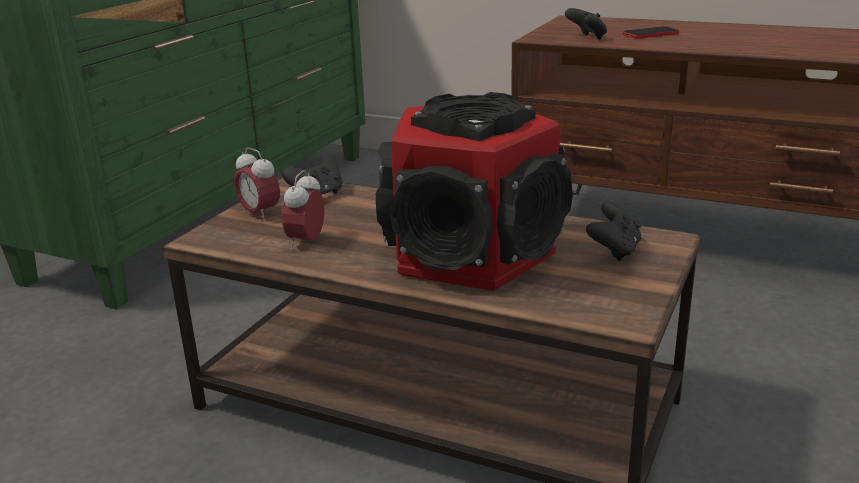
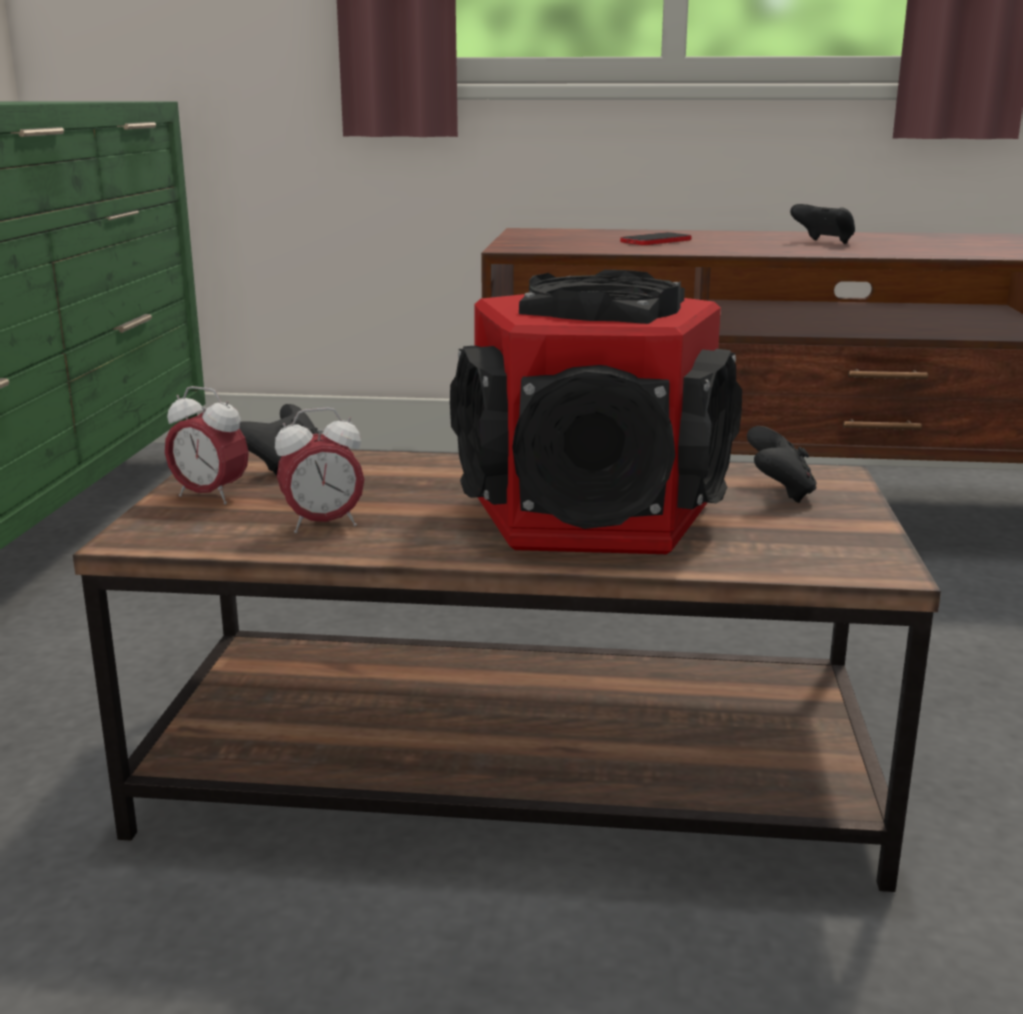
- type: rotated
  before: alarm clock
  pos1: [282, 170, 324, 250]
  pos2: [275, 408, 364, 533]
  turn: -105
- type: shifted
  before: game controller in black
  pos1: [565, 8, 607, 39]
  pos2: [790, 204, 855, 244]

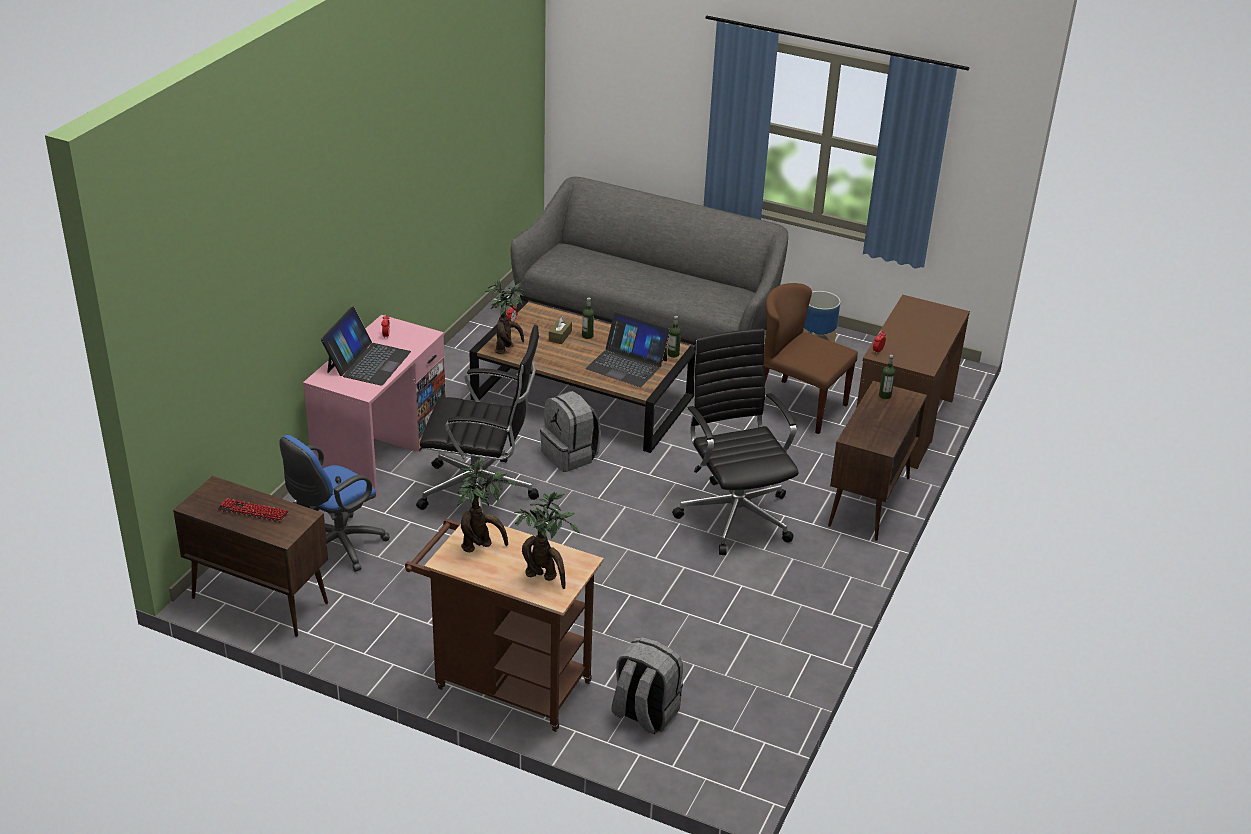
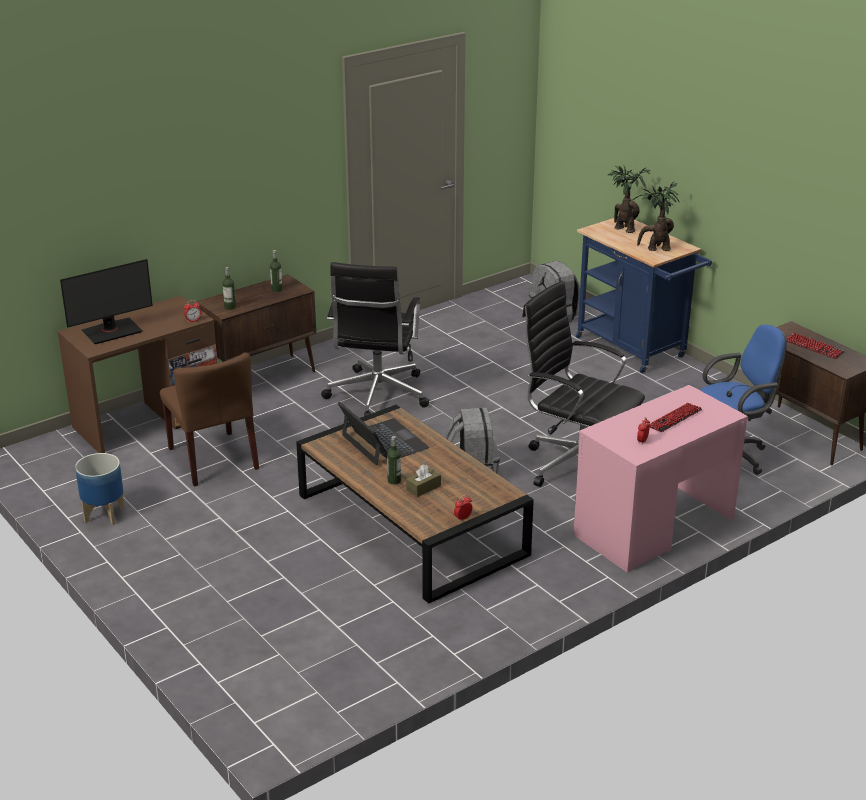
- type: swapped
  before: laptop
  after: keyboard
  pos1: [321, 306, 411, 385]
  pos2: [649, 403, 702, 432]
- type: repainted
  before: cart in brown
  after: cart in blue
  pos1: [405, 519, 604, 732]
  pos2: [576, 218, 712, 373]
- type: gone
  before: potted plant
  pos1: [486, 279, 525, 354]
- type: gone
  before: sofa in grey
  pos1: [511, 177, 788, 345]
- type: shifted
  before: bottle
  pos1: [668, 316, 681, 358]
  pos2: [270, 250, 283, 292]
- type: new
  after: monitor
  pos2: [60, 259, 153, 344]

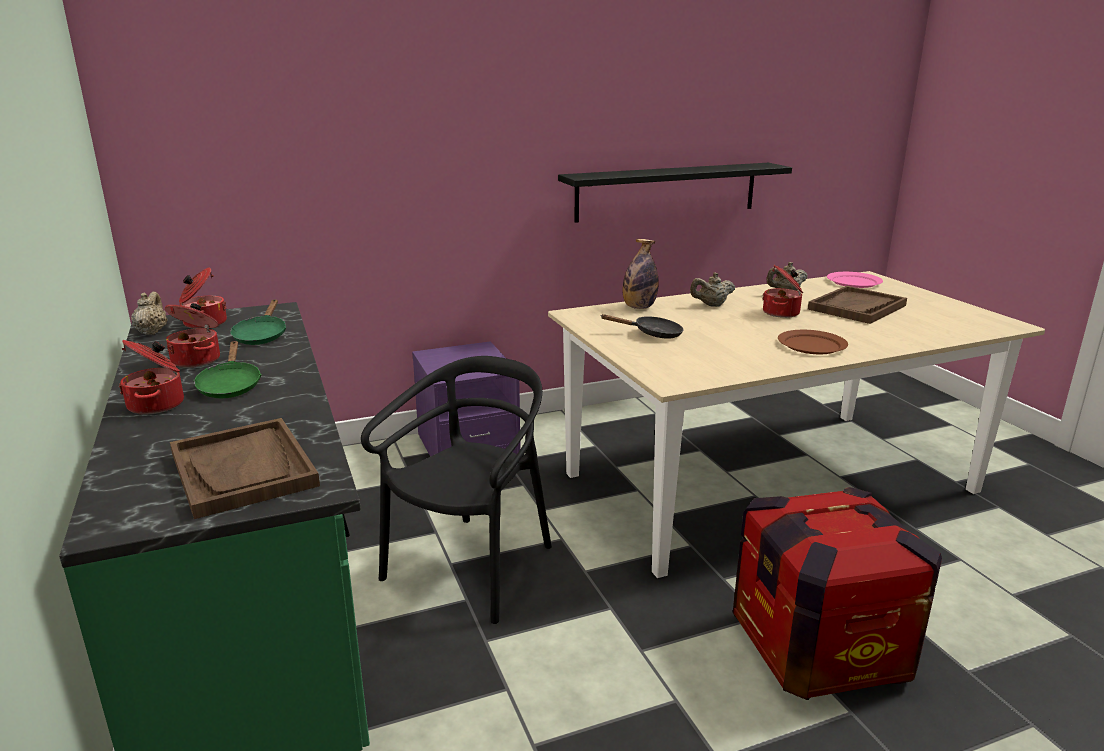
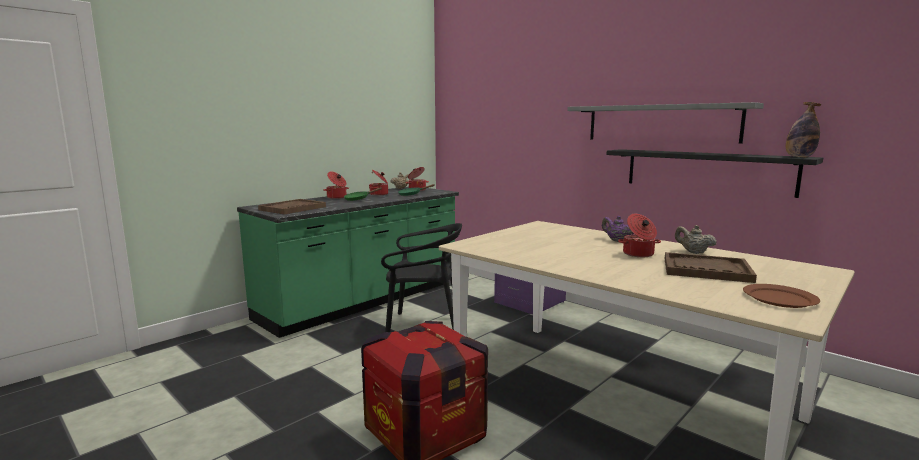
- type: gone
  before: frying pan in black
  pos1: [601, 314, 684, 339]
- type: shifted
  before: bottle
  pos1: [623, 239, 659, 309]
  pos2: [786, 102, 821, 157]
- type: repainted
  before: teapot in beige
  after: teapot in purple
  pos1: [690, 272, 735, 307]
  pos2: [602, 216, 634, 242]
- type: shifted
  before: plate in brown
  pos1: [778, 330, 848, 354]
  pos2: [743, 284, 820, 308]
- type: gone
  before: plate in pink
  pos1: [827, 272, 883, 288]
- type: new
  after: shelf in grey
  pos2: [567, 102, 764, 144]

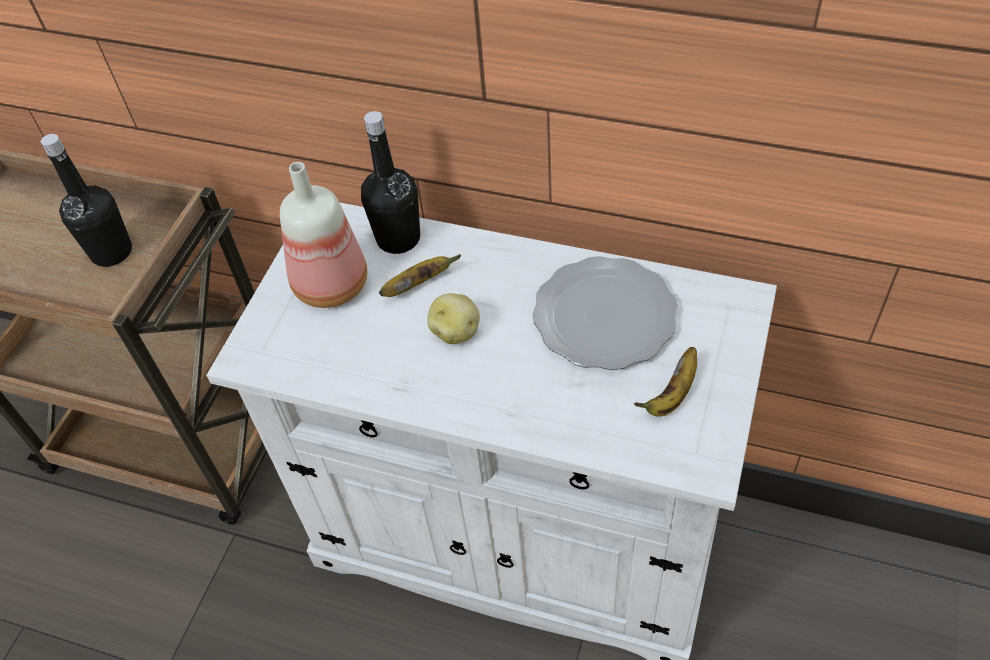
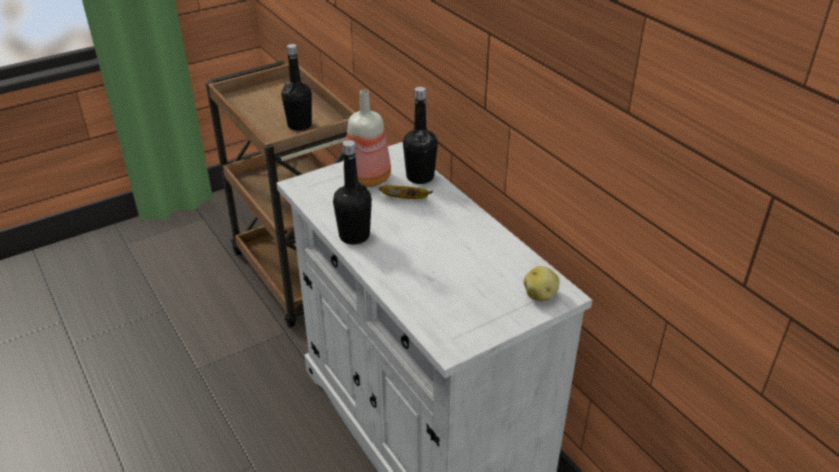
- type: shifted
  before: potato
  pos1: [427, 293, 480, 344]
  pos2: [524, 266, 559, 301]
- type: gone
  before: plate
  pos1: [533, 256, 678, 370]
- type: gone
  before: banana
  pos1: [634, 347, 697, 417]
- type: new
  after: bottle in black
  pos2: [333, 140, 372, 245]

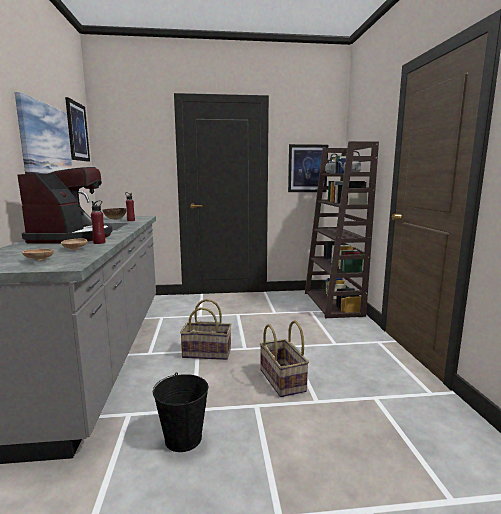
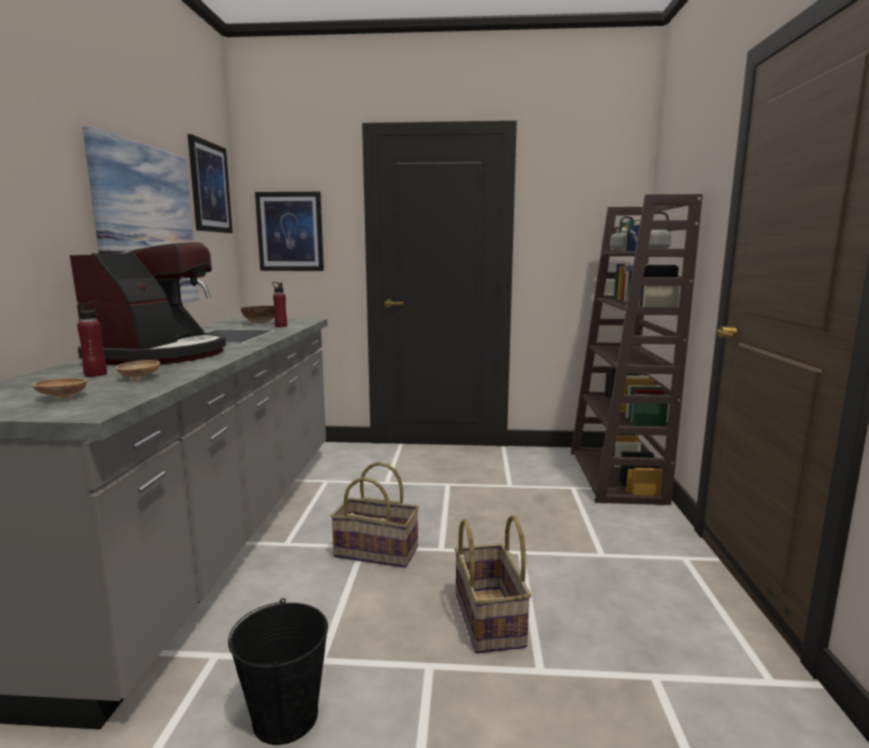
- type: shifted
  before: bottle in red
  pos1: [91, 200, 105, 244]
  pos2: [77, 301, 107, 377]
- type: shifted
  before: picture
  pos1: [288, 144, 328, 192]
  pos2: [255, 192, 324, 271]

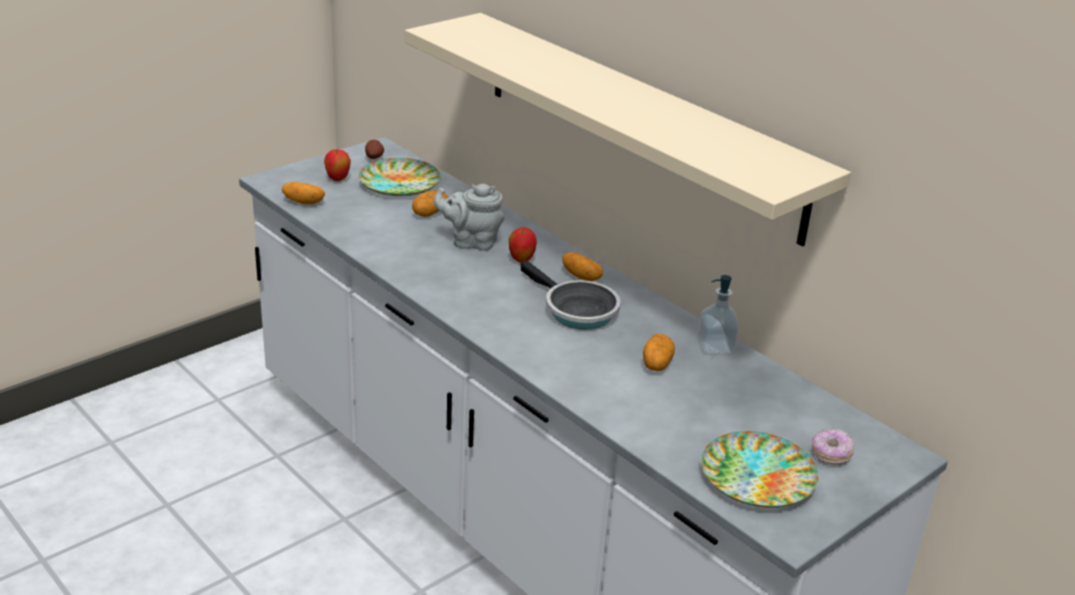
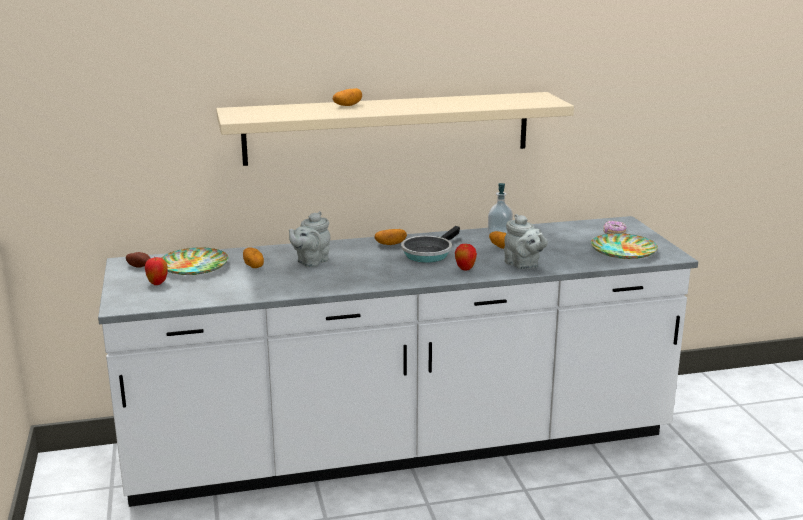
- type: shifted
  before: potato
  pos1: [282, 182, 325, 204]
  pos2: [333, 88, 362, 106]
- type: shifted
  before: apple
  pos1: [509, 227, 537, 263]
  pos2: [455, 244, 477, 270]
- type: rotated
  before: frying pan
  pos1: [521, 260, 621, 330]
  pos2: [401, 226, 460, 263]
  turn: 135
- type: new
  after: teapot in grey
  pos2: [504, 214, 548, 269]

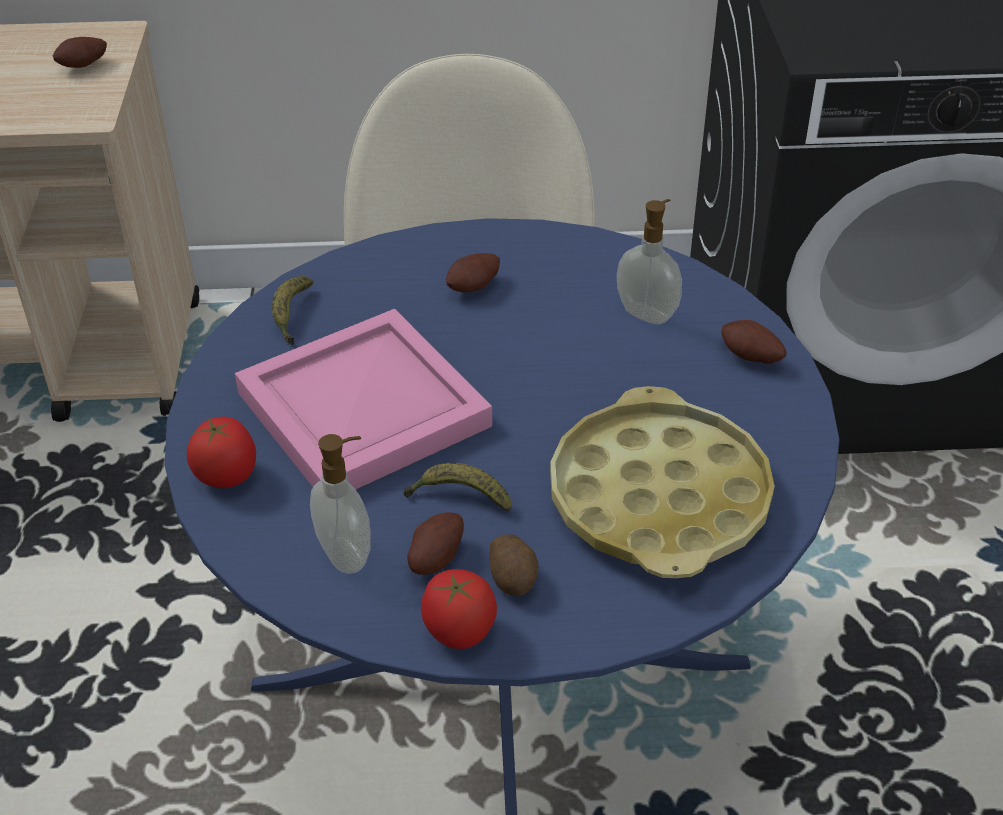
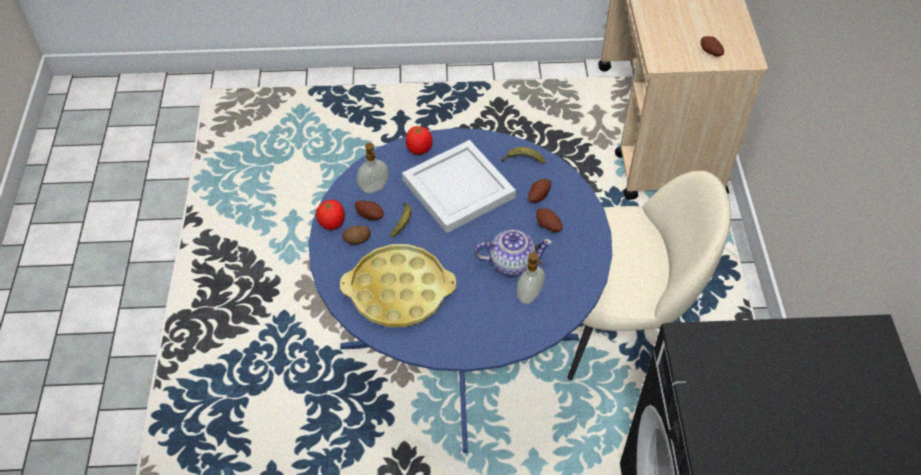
- type: repainted
  before: tray in pink
  after: tray in white
  pos1: [235, 309, 492, 490]
  pos2: [402, 140, 516, 233]
- type: shifted
  before: potato
  pos1: [721, 320, 787, 364]
  pos2: [528, 179, 551, 203]
- type: new
  after: teapot
  pos2: [475, 230, 552, 276]

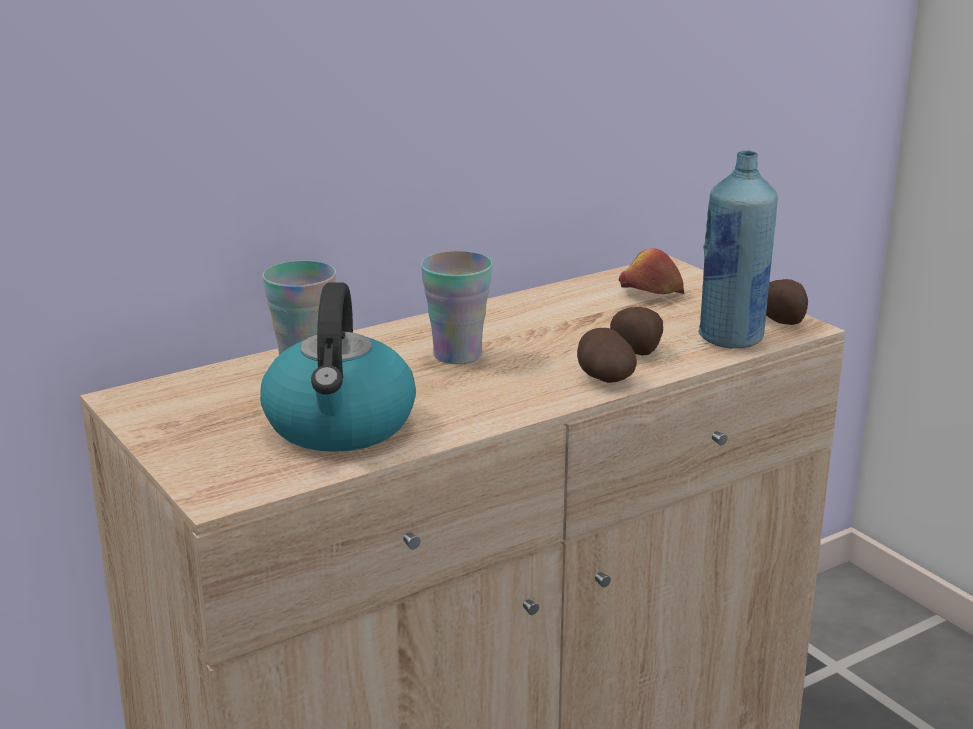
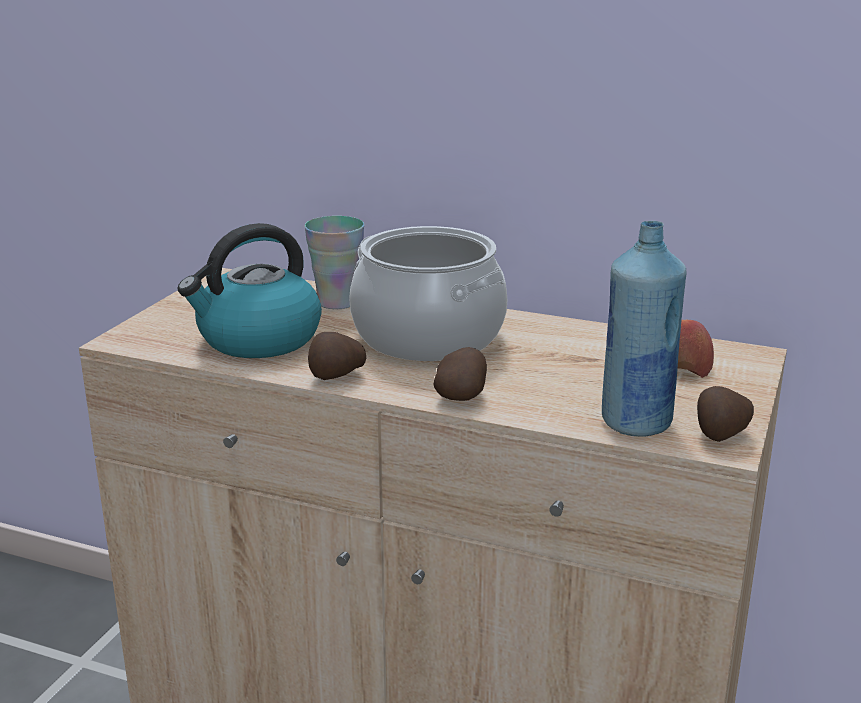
- type: swapped
  before: cup
  after: cooking pot
  pos1: [421, 251, 493, 364]
  pos2: [349, 226, 507, 361]
- type: shifted
  before: potato
  pos1: [610, 307, 663, 356]
  pos2: [308, 332, 366, 380]

